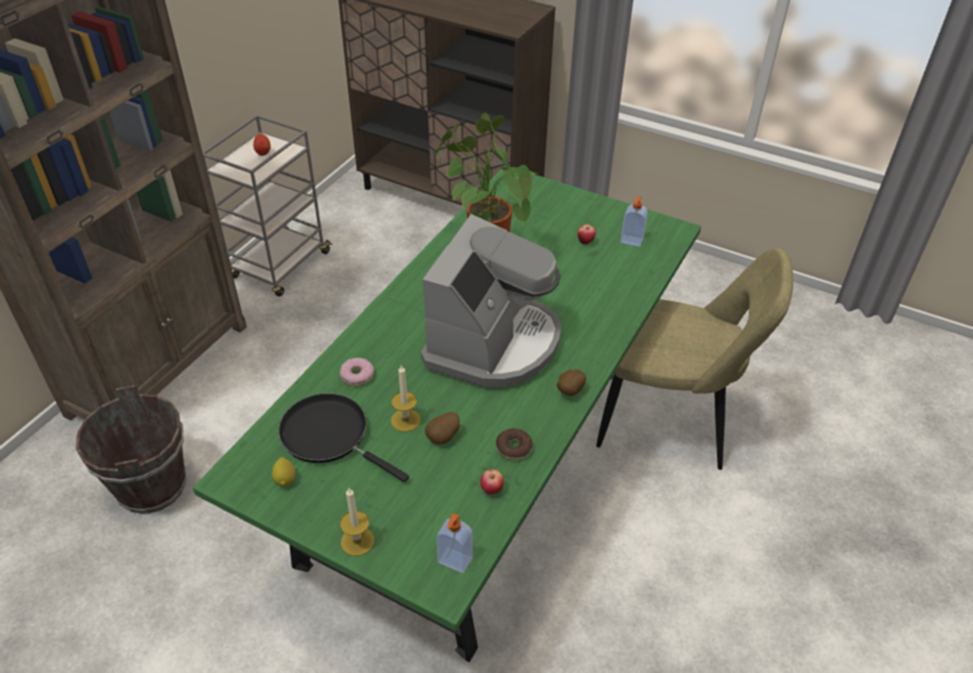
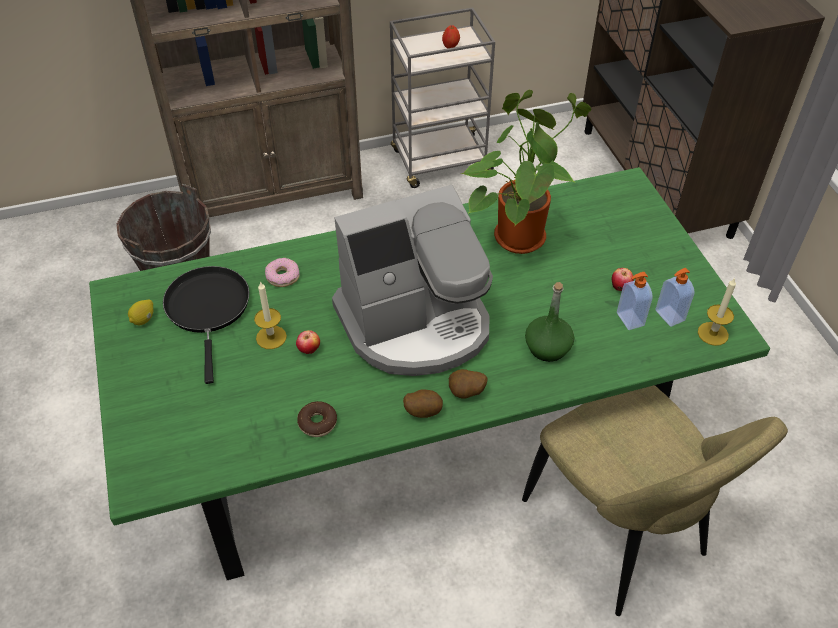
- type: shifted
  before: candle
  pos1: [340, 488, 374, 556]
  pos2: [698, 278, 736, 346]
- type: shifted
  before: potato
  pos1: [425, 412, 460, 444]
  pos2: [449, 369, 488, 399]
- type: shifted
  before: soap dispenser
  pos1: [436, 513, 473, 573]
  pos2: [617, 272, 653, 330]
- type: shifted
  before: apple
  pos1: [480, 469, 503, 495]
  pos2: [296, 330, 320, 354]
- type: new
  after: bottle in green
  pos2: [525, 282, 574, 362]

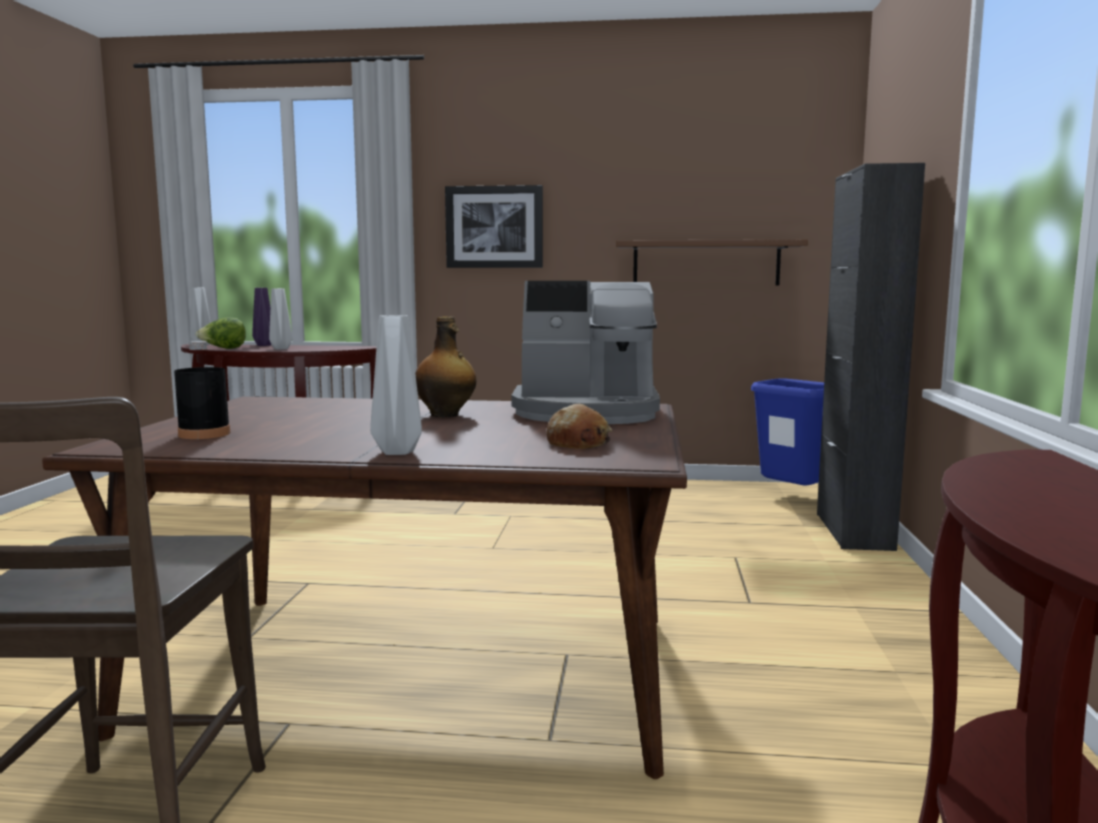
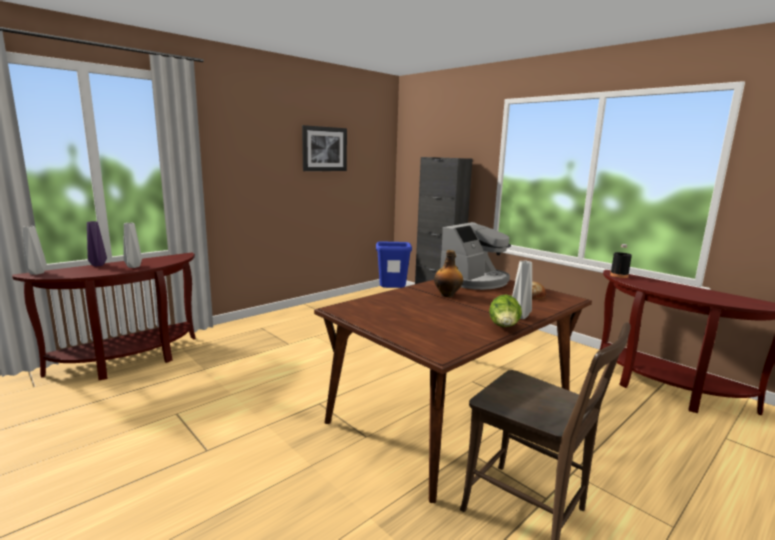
- type: shifted
  before: bottle in black
  pos1: [174, 341, 230, 439]
  pos2: [610, 244, 632, 278]
- type: shifted
  before: lettuce
  pos1: [195, 317, 246, 349]
  pos2: [489, 294, 522, 327]
- type: shifted
  before: picture
  pos1: [445, 185, 543, 268]
  pos2: [302, 125, 347, 171]
- type: gone
  before: shelf in brown
  pos1: [616, 239, 808, 286]

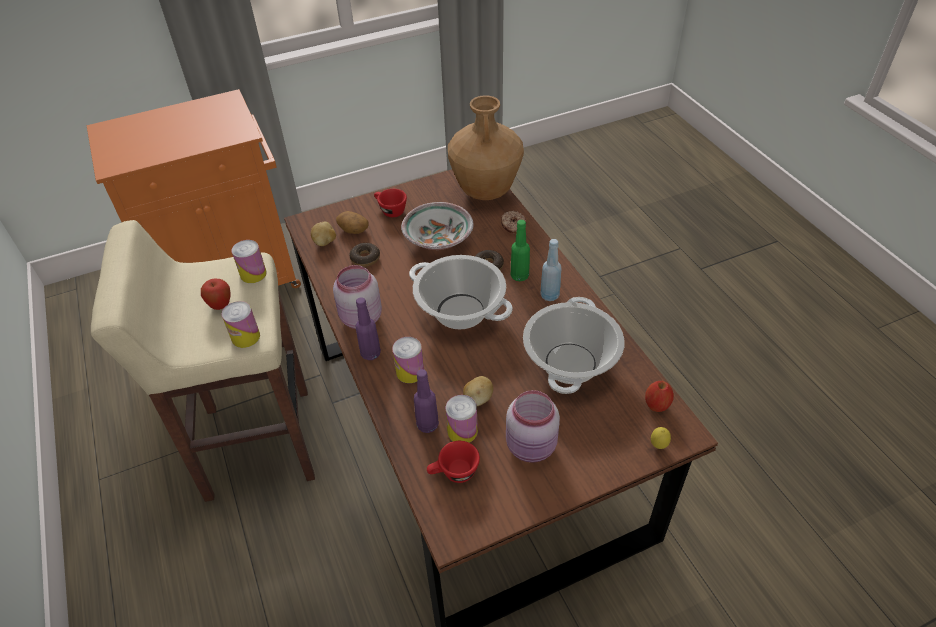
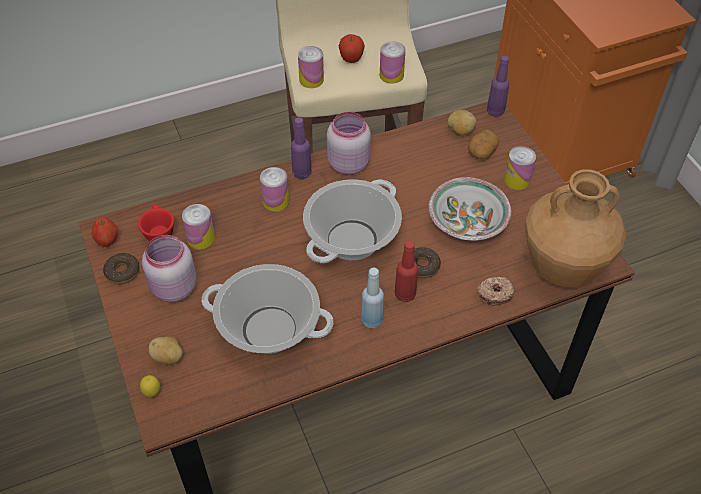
- type: shifted
  before: donut
  pos1: [349, 243, 380, 267]
  pos2: [103, 253, 140, 284]
- type: swapped
  before: cup in red
  after: can
  pos1: [374, 189, 407, 217]
  pos2: [504, 146, 536, 190]
- type: shifted
  before: bottle in purple
  pos1: [414, 369, 439, 433]
  pos2: [487, 56, 509, 117]
- type: shifted
  before: potato
  pos1: [463, 376, 493, 406]
  pos2: [149, 336, 183, 364]
- type: repainted
  before: bottle in green
  after: bottle in red
  pos1: [511, 220, 530, 281]
  pos2: [395, 241, 418, 302]
- type: shifted
  before: apple
  pos1: [645, 381, 674, 412]
  pos2: [92, 218, 118, 247]

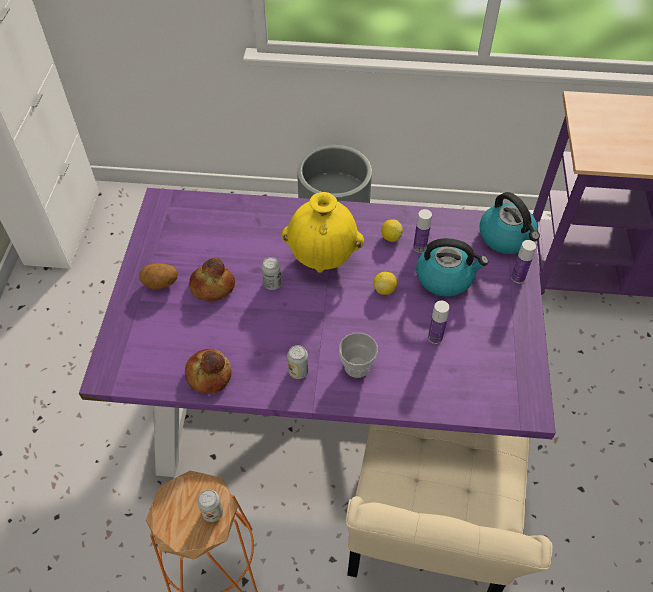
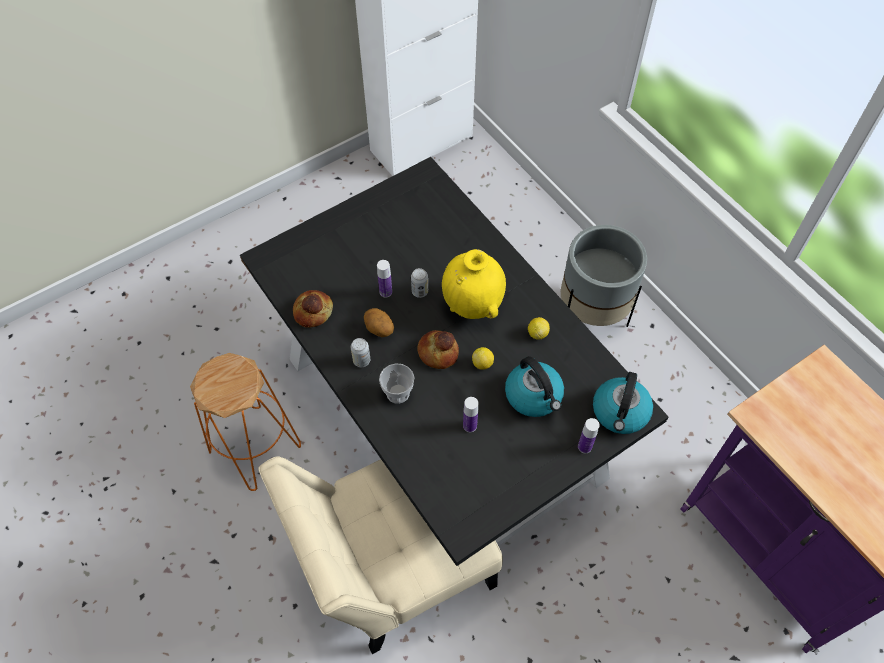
- type: repainted
  before: dining table in purple
  after: dining table in black
  pos1: [79, 188, 556, 477]
  pos2: [240, 157, 668, 566]
- type: shifted
  before: potato
  pos1: [139, 263, 178, 289]
  pos2: [364, 308, 394, 337]
- type: shifted
  before: bread
  pos1: [189, 258, 235, 301]
  pos2: [417, 330, 459, 369]
- type: gone
  before: can
  pos1: [198, 489, 223, 522]
- type: shifted
  before: bottle
  pos1: [413, 209, 432, 253]
  pos2: [377, 260, 392, 298]

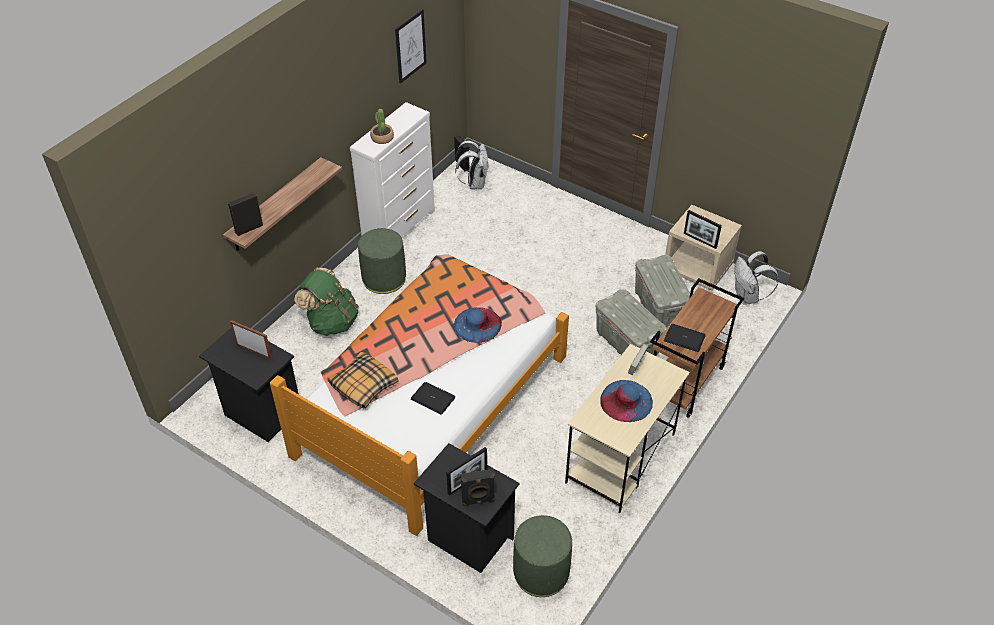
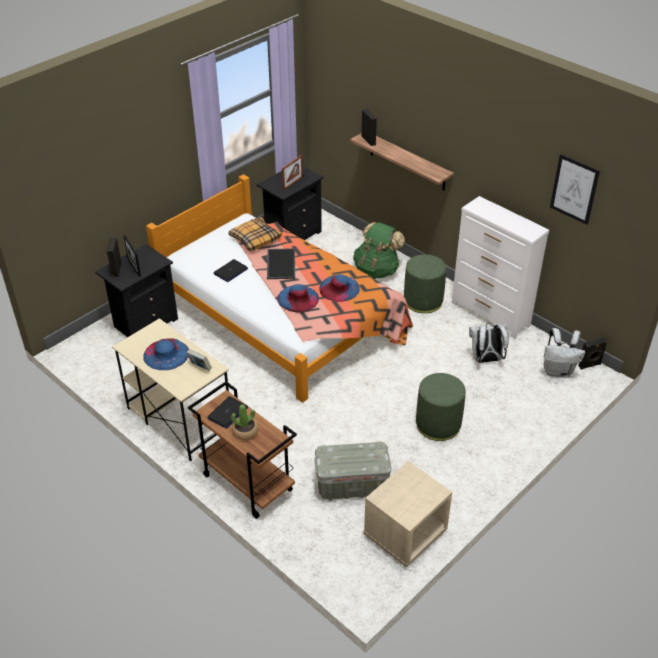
- type: shifted
  before: potted plant
  pos1: [370, 109, 394, 144]
  pos2: [231, 404, 258, 440]
- type: shifted
  before: ottoman in green
  pos1: [513, 515, 572, 597]
  pos2: [416, 373, 466, 441]
- type: gone
  before: storage box in grey
  pos1: [596, 289, 667, 356]
- type: gone
  before: picture frame
  pos1: [684, 210, 722, 249]
- type: shifted
  before: backpack in white
  pos1: [734, 251, 778, 305]
  pos2: [469, 323, 509, 363]
- type: new
  after: tray
  pos2: [267, 248, 295, 279]
- type: new
  after: hat in blue
  pos2: [319, 274, 360, 302]

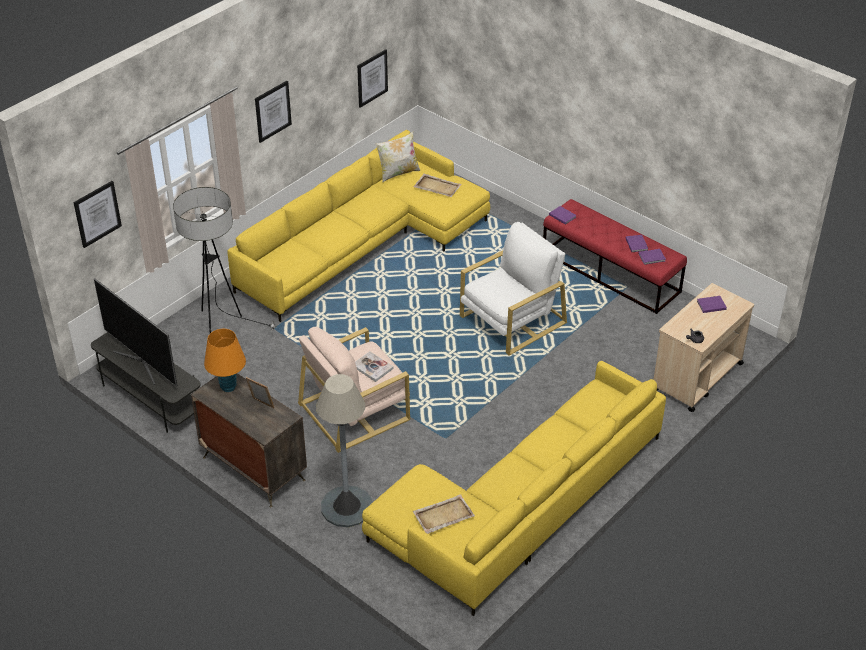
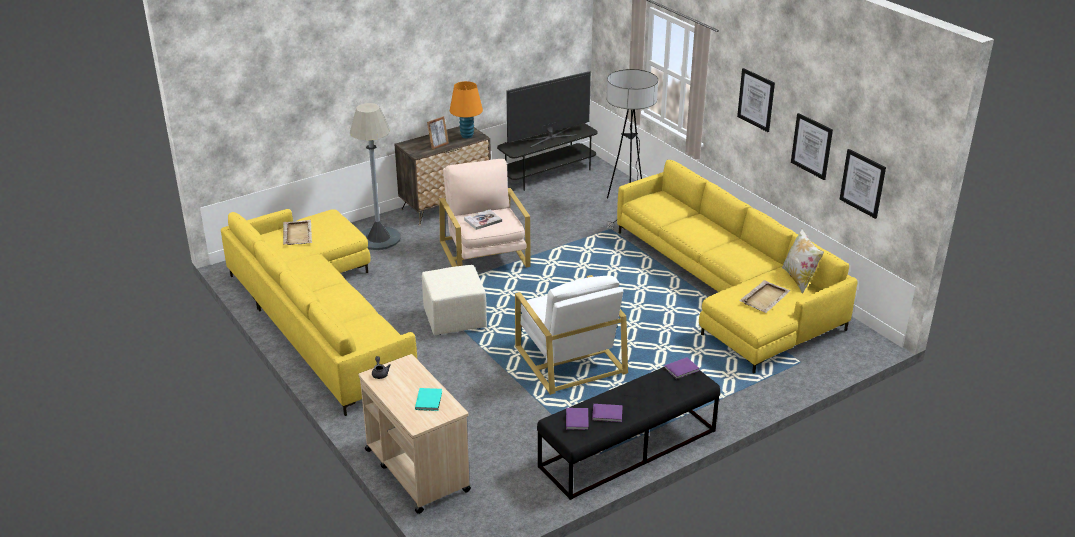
- type: shifted
  before: picture
  pos1: [73, 181, 122, 248]
  pos2: [791, 113, 833, 180]
- type: repainted
  before: bench in red
  after: bench in black
  pos1: [543, 199, 687, 314]
  pos2: [537, 367, 720, 500]
- type: repainted
  before: book in purple
  after: book in turquoise
  pos1: [697, 296, 727, 313]
  pos2: [415, 388, 442, 411]
- type: new
  after: ottoman in beige
  pos2: [422, 265, 487, 335]

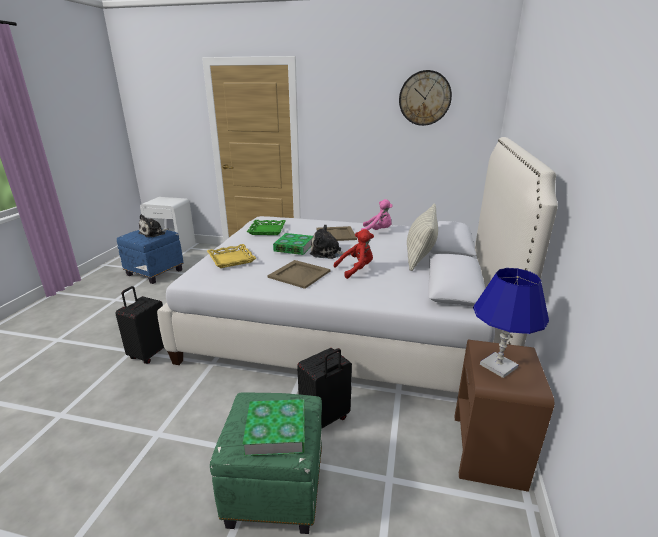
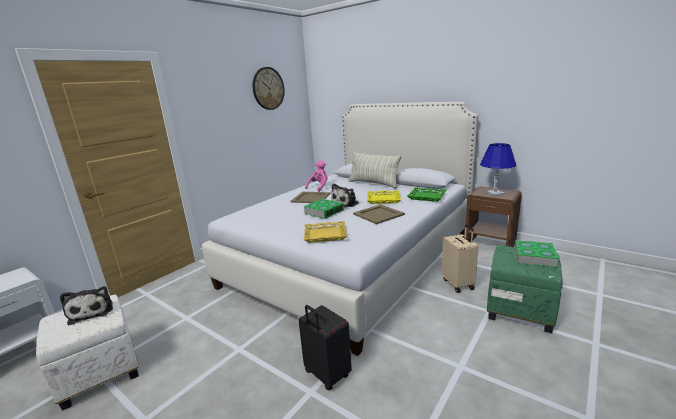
- type: repainted
  before: ottoman in blue
  after: ottoman in white
  pos1: [117, 228, 184, 284]
  pos2: [36, 295, 139, 411]
- type: shifted
  before: tray in green
  pos1: [247, 220, 286, 235]
  pos2: [407, 187, 447, 202]
- type: repainted
  before: suitcase in black
  after: suitcase in beige
  pos1: [297, 348, 352, 429]
  pos2: [441, 225, 479, 293]
- type: swapped
  before: plush toy in red
  after: tray in yellow
  pos1: [333, 229, 374, 279]
  pos2: [367, 190, 401, 204]

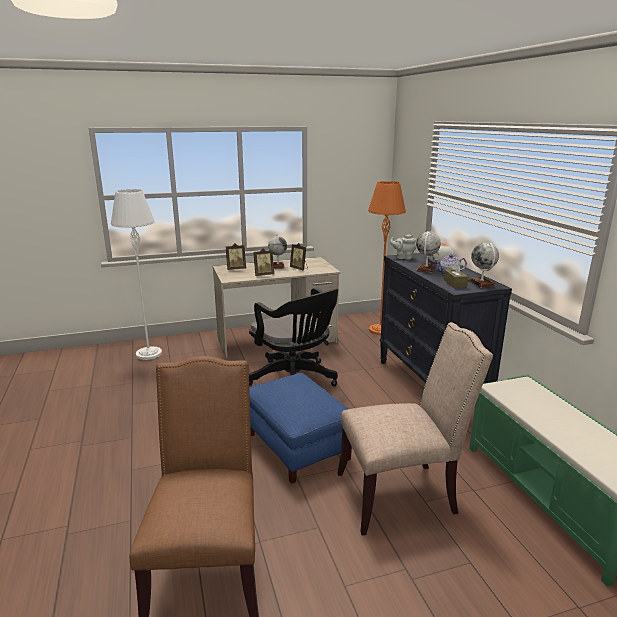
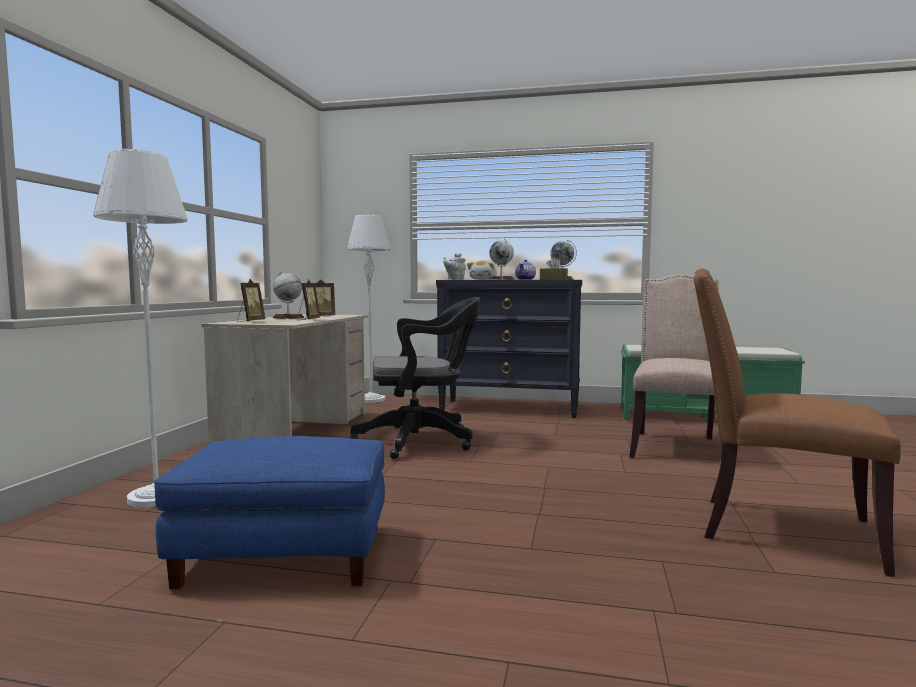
- type: shifted
  before: ottoman in blue
  pos1: [249, 373, 353, 484]
  pos2: [154, 436, 385, 589]
- type: repainted
  before: floor lamp in orange
  after: floor lamp in grey
  pos1: [368, 181, 406, 335]
  pos2: [347, 215, 391, 403]

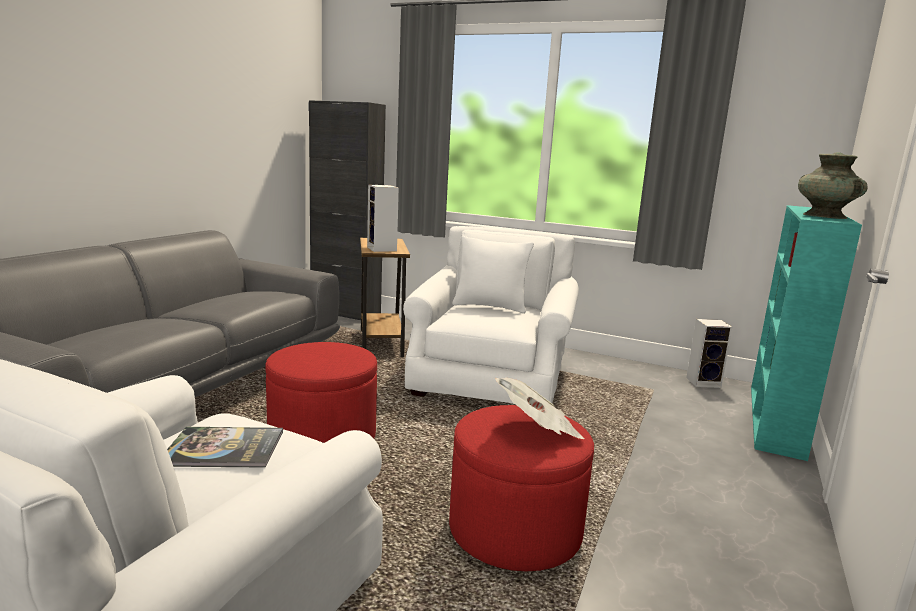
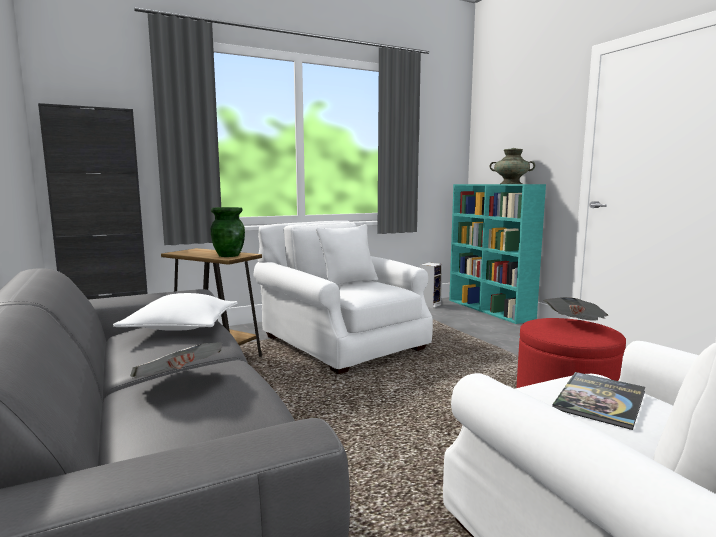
- type: gone
  before: ottoman in red
  pos1: [265, 342, 377, 443]
- type: swapped
  before: speaker
  after: vase in green
  pos1: [367, 185, 399, 252]
  pos2: [211, 207, 245, 257]
- type: new
  after: pillow in white
  pos2: [113, 293, 238, 330]
- type: new
  after: newspaper
  pos2: [131, 342, 223, 379]

